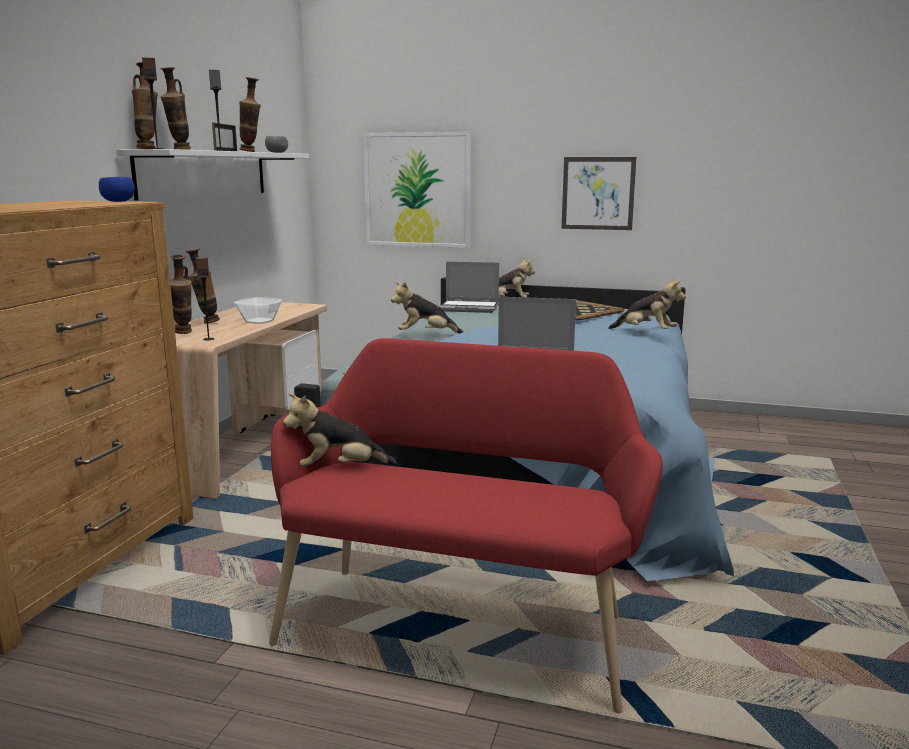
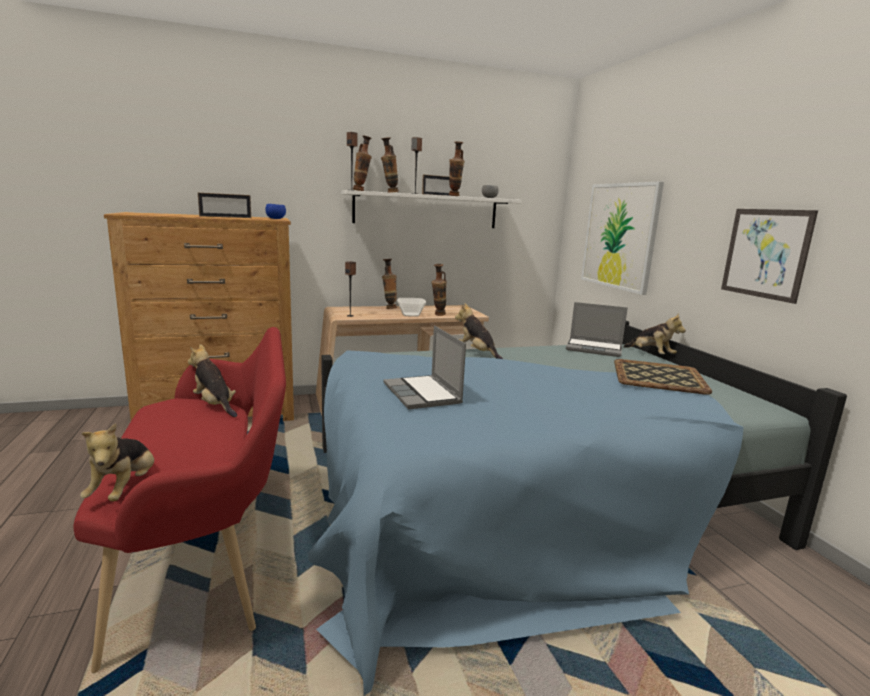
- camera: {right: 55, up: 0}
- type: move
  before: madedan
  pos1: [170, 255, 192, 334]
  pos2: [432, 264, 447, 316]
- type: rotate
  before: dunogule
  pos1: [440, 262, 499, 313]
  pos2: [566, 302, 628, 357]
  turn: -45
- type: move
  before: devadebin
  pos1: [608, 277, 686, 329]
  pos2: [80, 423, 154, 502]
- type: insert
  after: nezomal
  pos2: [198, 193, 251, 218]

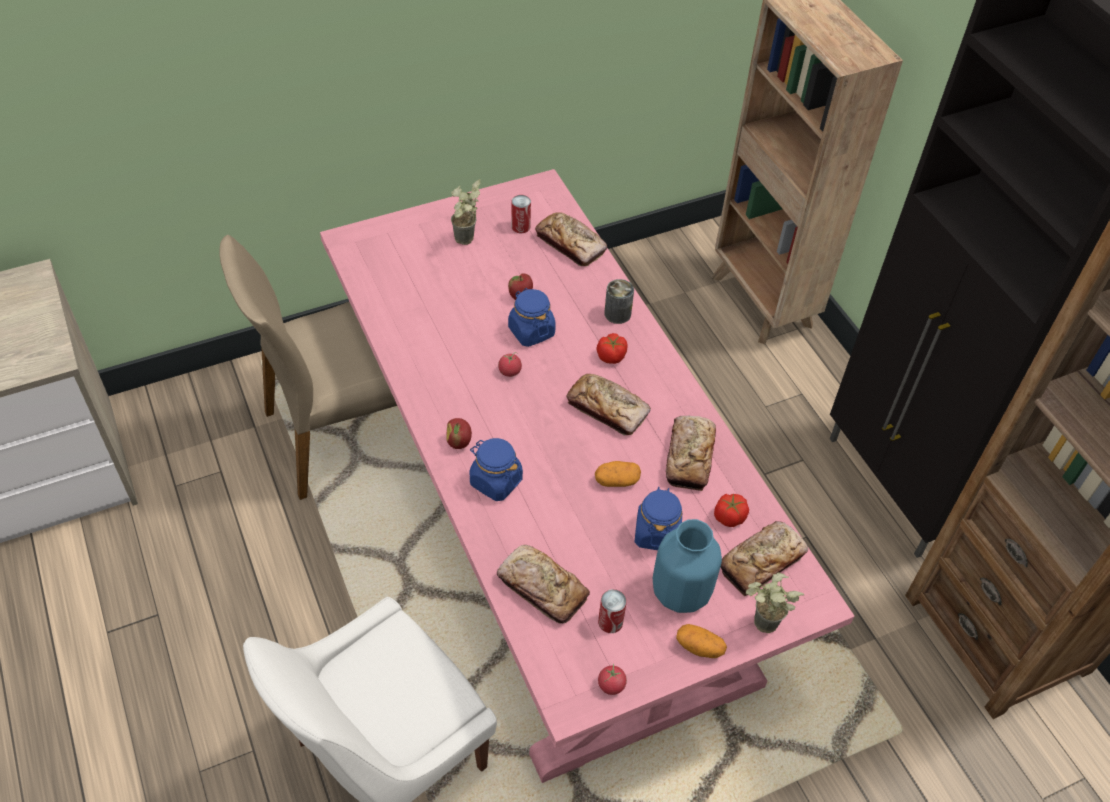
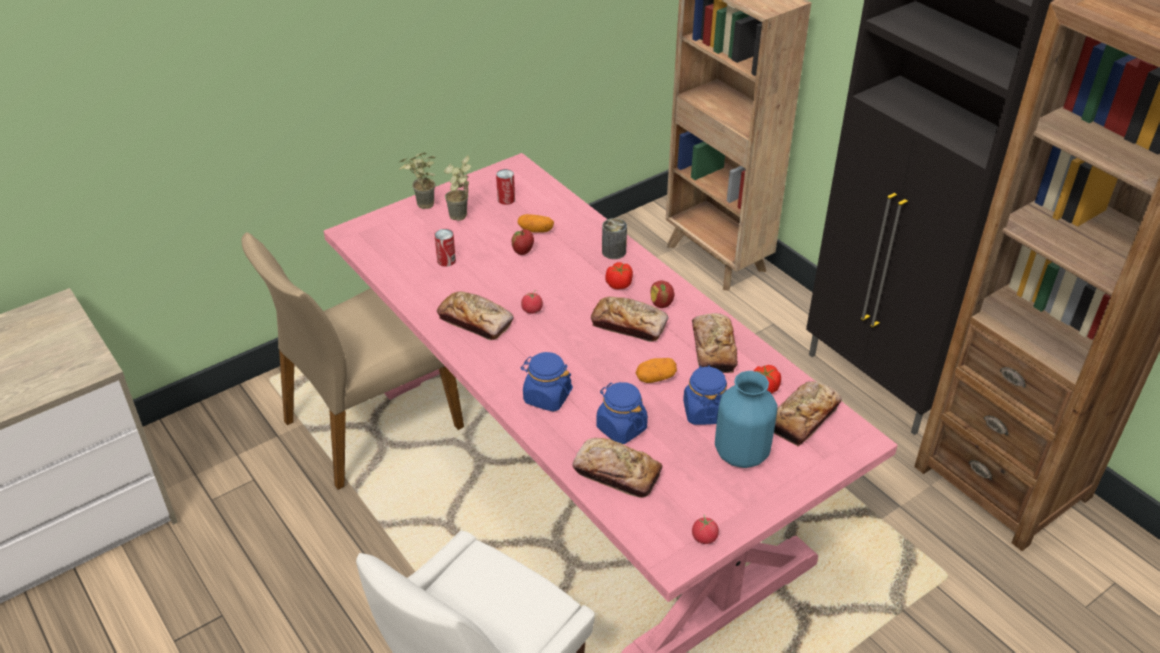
- camera: {right: -10, up: -10}
- type: move
  before: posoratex
  pos1: [446, 418, 472, 449]
  pos2: [651, 281, 674, 308]
- type: move
  before: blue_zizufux
  pos1: [508, 288, 556, 347]
  pos2: [596, 382, 648, 444]
- type: move
  before: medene
  pos1: [535, 212, 607, 266]
  pos2: [437, 291, 514, 340]
- type: move
  before: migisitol
  pos1: [598, 589, 627, 633]
  pos2: [434, 229, 456, 267]
- type: move
  before: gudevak
  pos1: [676, 624, 727, 658]
  pos2: [518, 214, 554, 233]
- type: move
  before: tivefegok
  pos1: [746, 572, 804, 633]
  pos2: [399, 153, 436, 209]

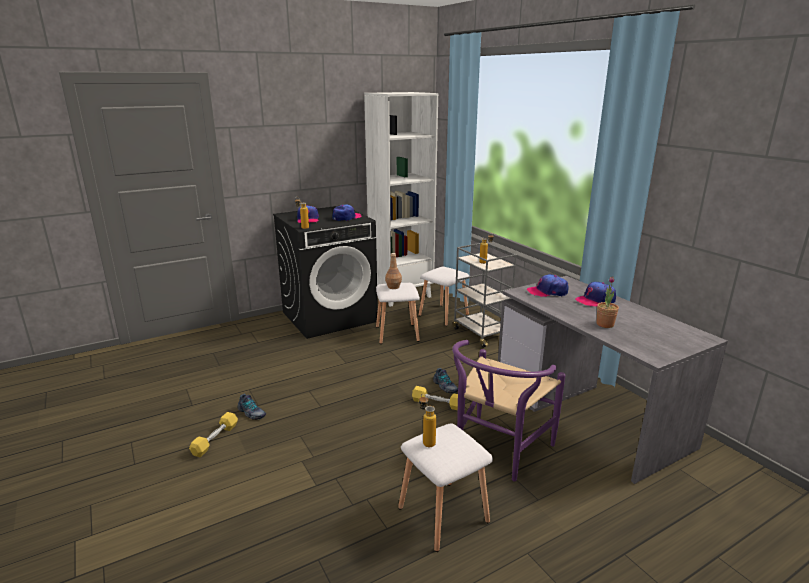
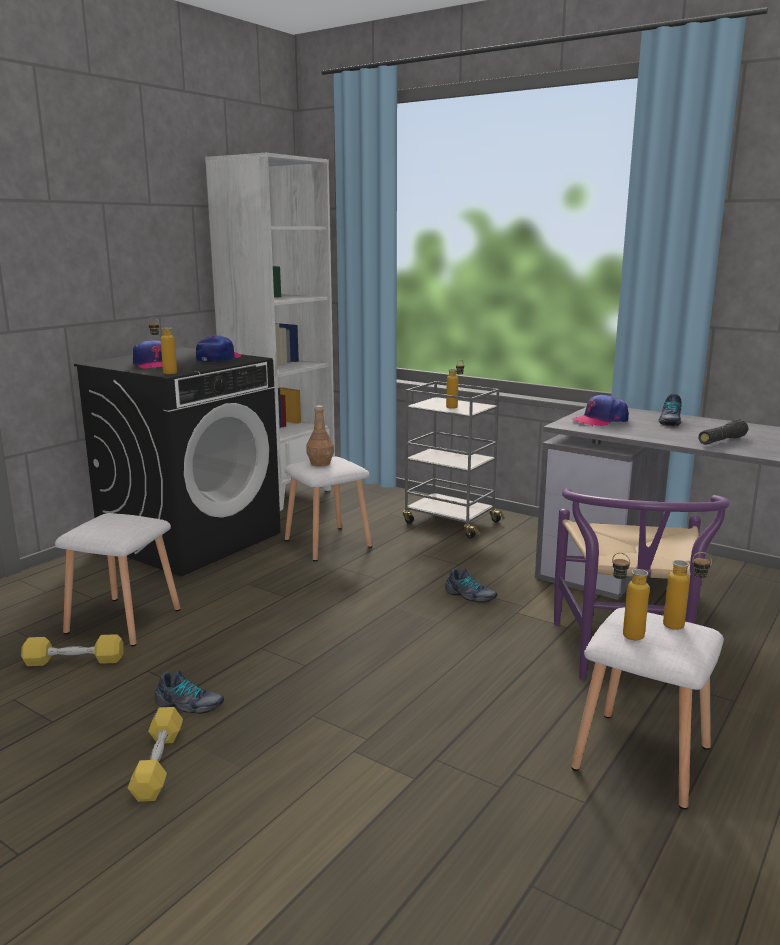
- camera: {right: -25, up: -5}
- type: move
  before: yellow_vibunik
  pos1: [412, 386, 458, 410]
  pos2: [21, 634, 124, 666]
- type: move
  before: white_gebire
  pos1: [419, 267, 470, 326]
  pos2: [55, 513, 181, 646]
- type: replace
  before: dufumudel
  after: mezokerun
  pos1: [575, 282, 616, 307]
  pos2: [658, 394, 682, 426]
- type: replace
  before: tivefegok
  after: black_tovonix
  pos1: [596, 276, 619, 328]
  pos2: [698, 419, 748, 445]
- type: insert
  after: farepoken
  pos2: [663, 552, 712, 630]

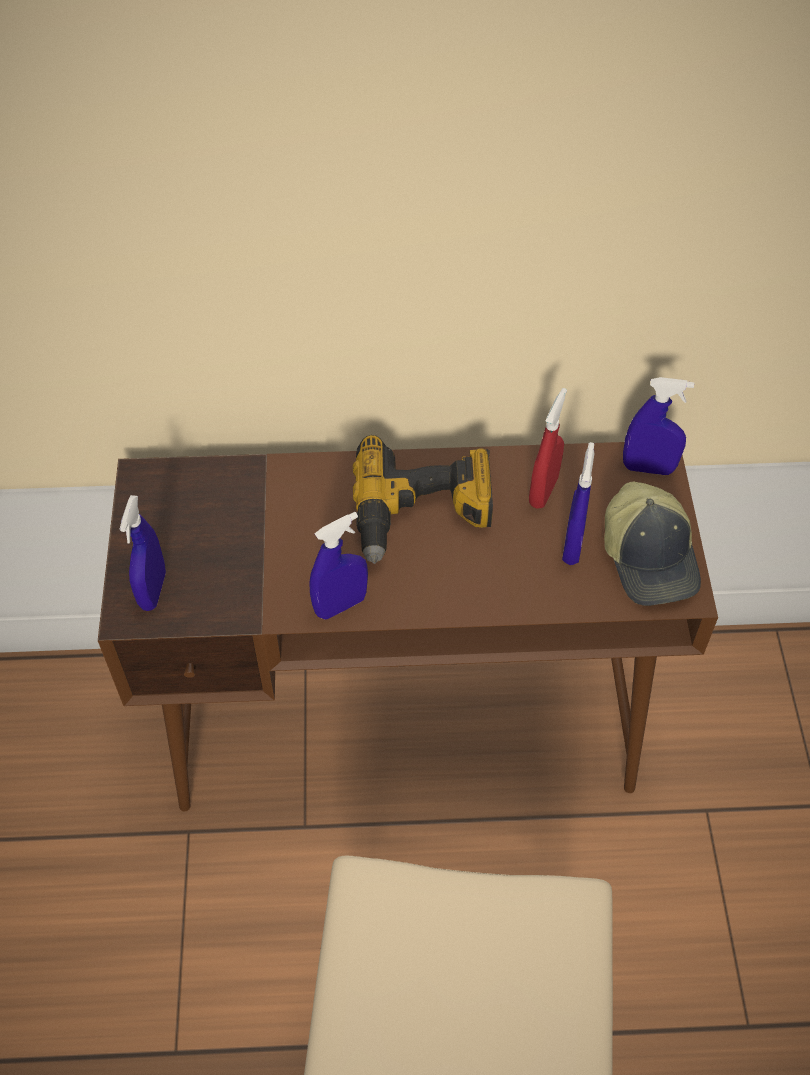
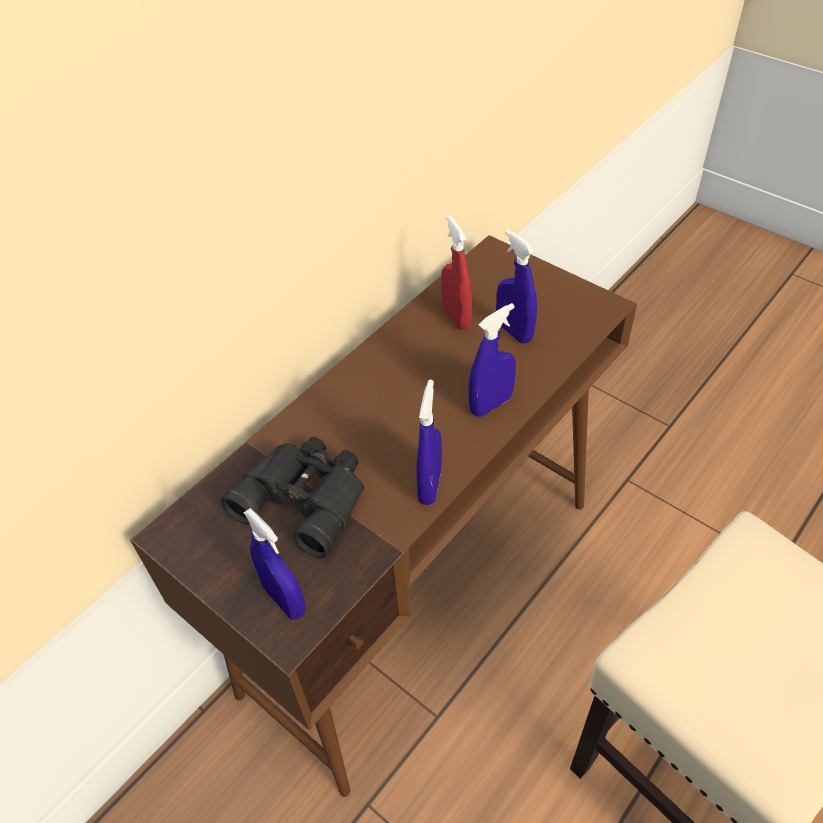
- camera: {right: -45, up: -5}
- type: delete
  before: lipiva
  pos1: [353, 435, 493, 564]
- type: delete
  before: dufumudel
  pos1: [604, 482, 701, 606]
- type: move
  before: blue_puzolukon
  pos1: [623, 377, 694, 475]
  pos2: [468, 303, 516, 417]
- type: insert
  after: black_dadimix
  pos2: [221, 437, 364, 558]

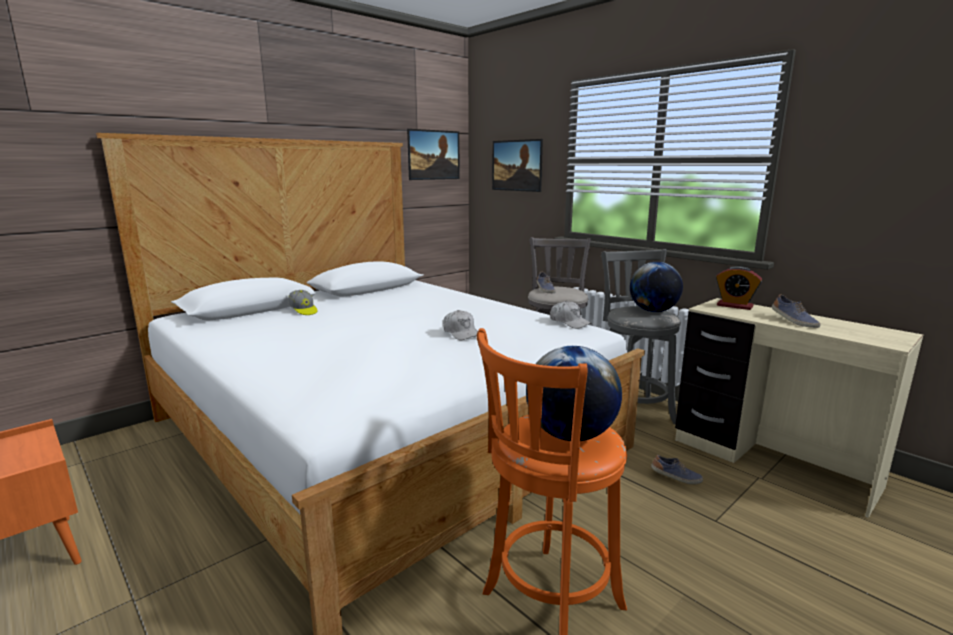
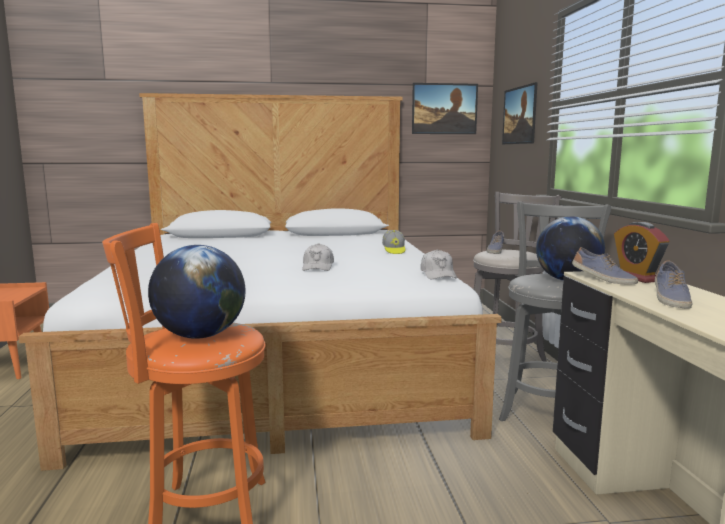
- camera: {right: 35, up: -5}
- type: move
  before: dufumudel
  pos1: [288, 290, 318, 315]
  pos2: [382, 230, 406, 254]
- type: move
  before: mezokerun
  pos1: [651, 455, 703, 484]
  pos2: [572, 247, 638, 285]

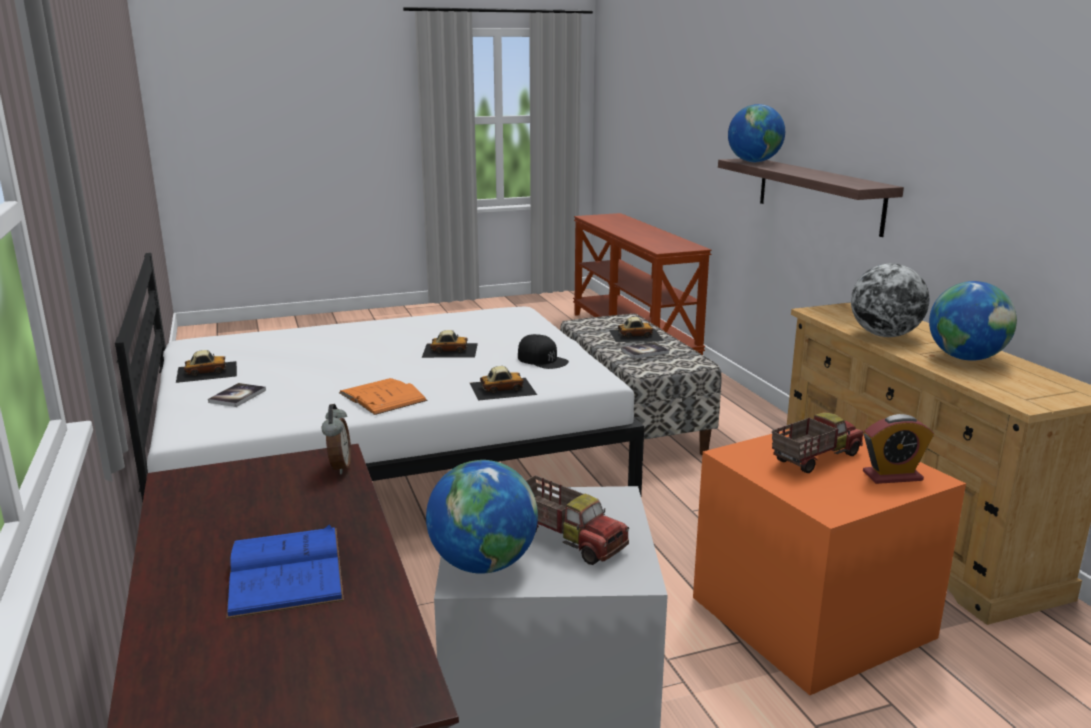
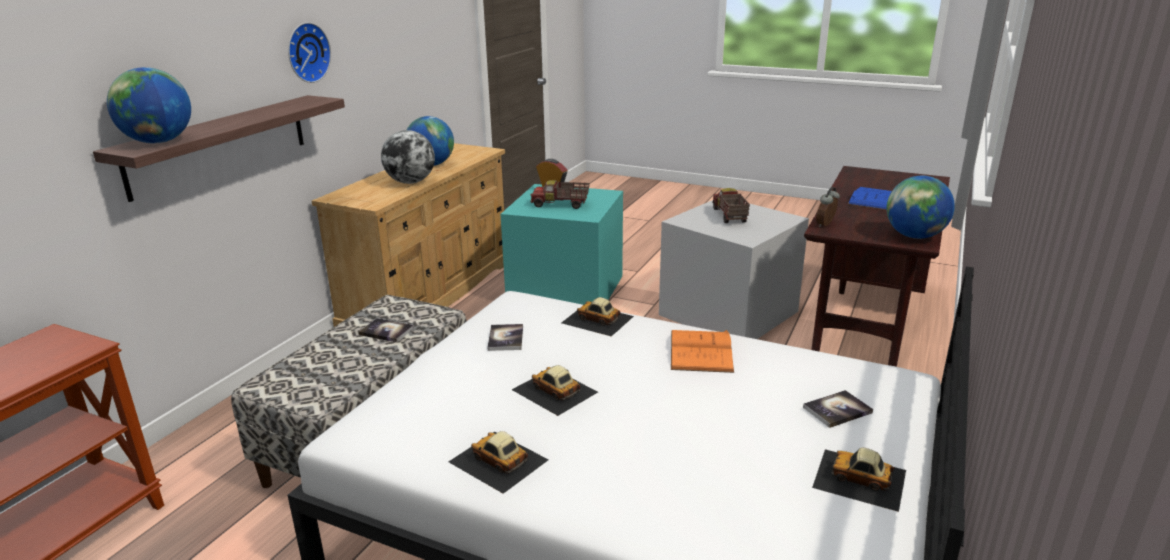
- camera: {right: -135, up: 5}
- type: move
  before: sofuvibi
  pos1: [426, 460, 538, 574]
  pos2: [887, 176, 955, 239]
- type: replace
  before: black_dufumudel
  after: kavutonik
  pos1: [518, 334, 569, 369]
  pos2: [487, 324, 523, 351]
- type: move
  before: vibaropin
  pos1: [609, 317, 663, 342]
  pos2: [449, 431, 549, 494]
- type: recolor
  before: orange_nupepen
  after: turquoise_nupepen
  pos1: [693, 429, 966, 695]
  pos2: [500, 184, 623, 305]
- type: insert
  after: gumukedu
  pos2: [288, 22, 331, 83]

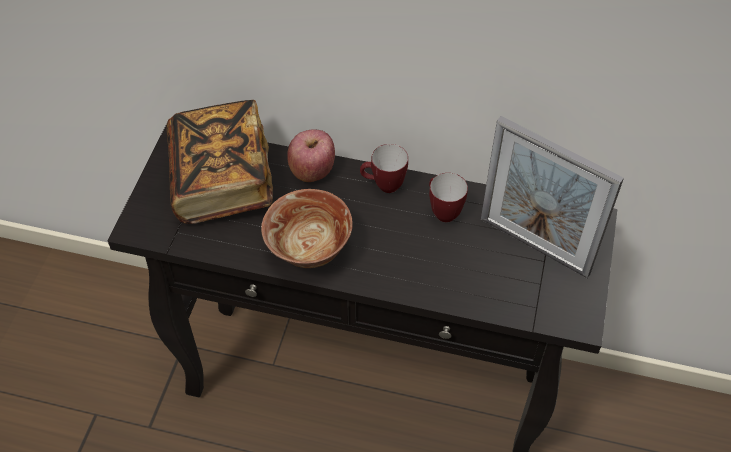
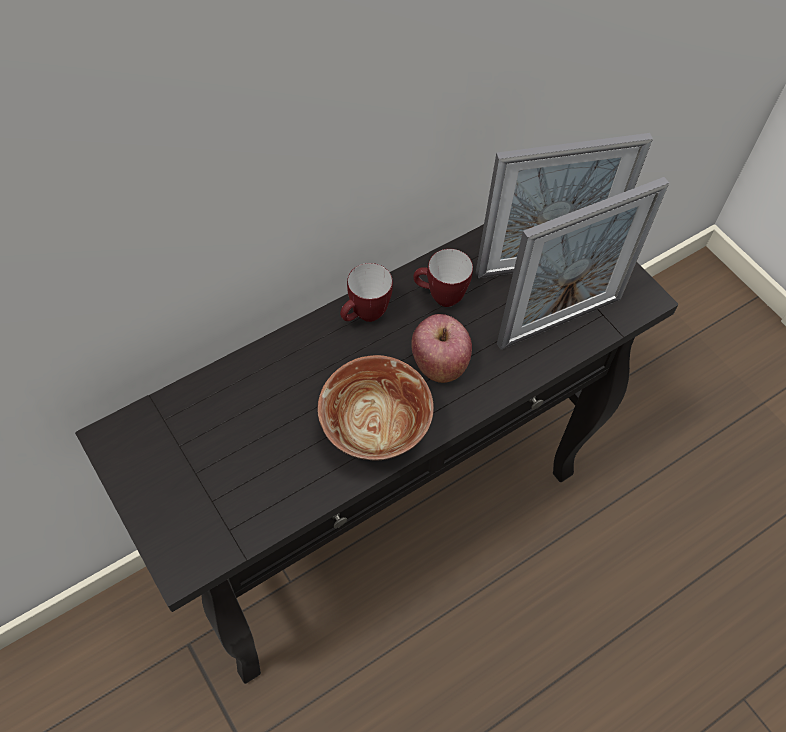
- camera: {right: -50, up: 5}
- type: delete
  before: kavutonik
  pos1: [166, 100, 273, 224]
- type: move
  before: posoratex
  pos1: [287, 129, 335, 182]
  pos2: [411, 314, 472, 383]
- type: insert
  after: nezomal
  pos2: [497, 177, 669, 350]

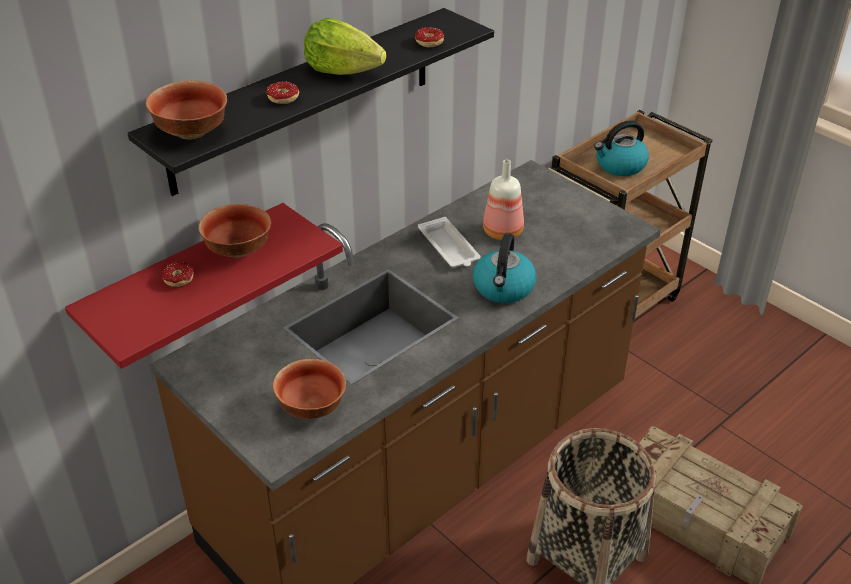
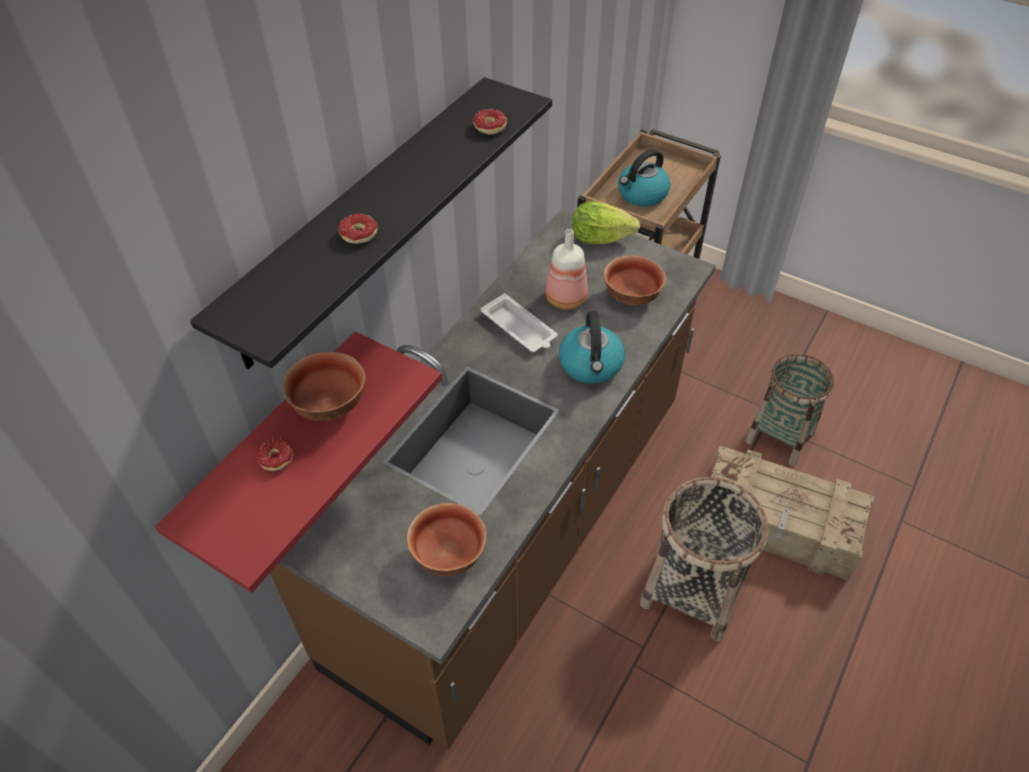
- camera: {right: -15, up: 10}
- type: move
  before: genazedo
  pos1: [146, 80, 227, 140]
  pos2: [604, 255, 666, 305]
- type: move
  before: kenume
  pos1: [304, 18, 386, 75]
  pos2: [572, 201, 640, 244]
- type: insert
  after: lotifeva
  pos2: [746, 354, 834, 466]

